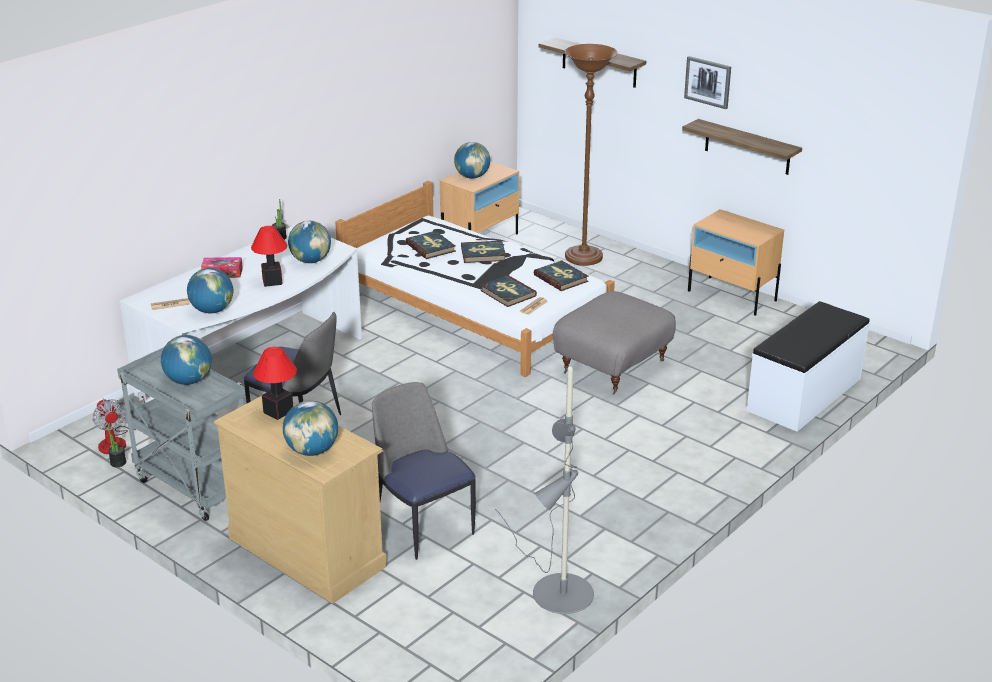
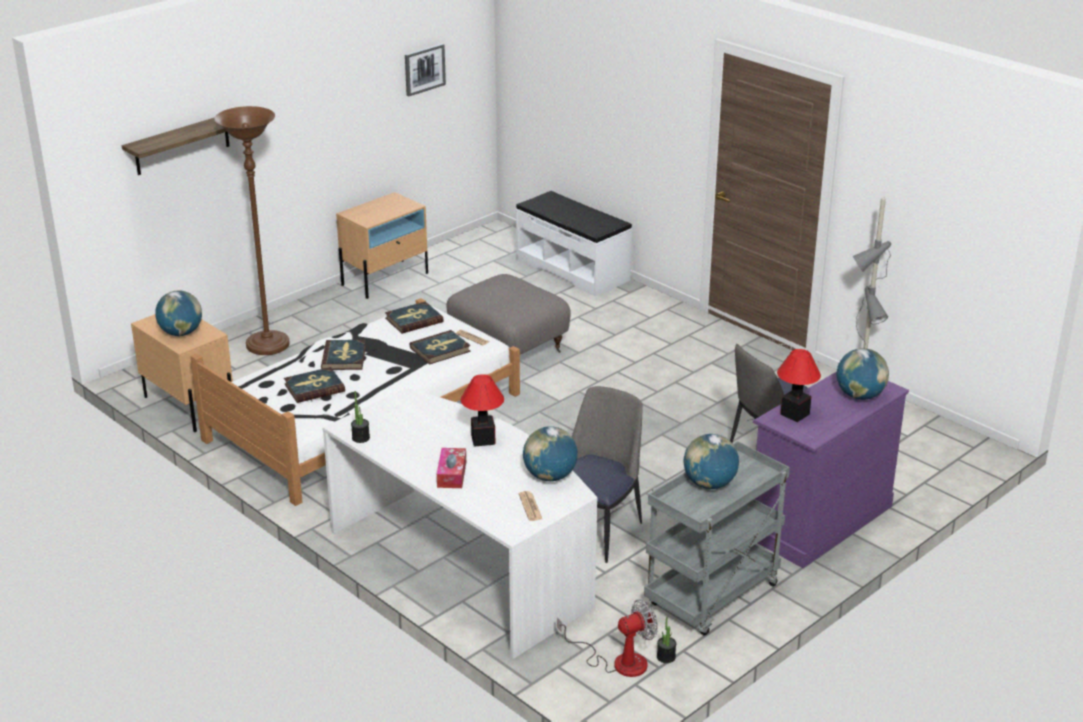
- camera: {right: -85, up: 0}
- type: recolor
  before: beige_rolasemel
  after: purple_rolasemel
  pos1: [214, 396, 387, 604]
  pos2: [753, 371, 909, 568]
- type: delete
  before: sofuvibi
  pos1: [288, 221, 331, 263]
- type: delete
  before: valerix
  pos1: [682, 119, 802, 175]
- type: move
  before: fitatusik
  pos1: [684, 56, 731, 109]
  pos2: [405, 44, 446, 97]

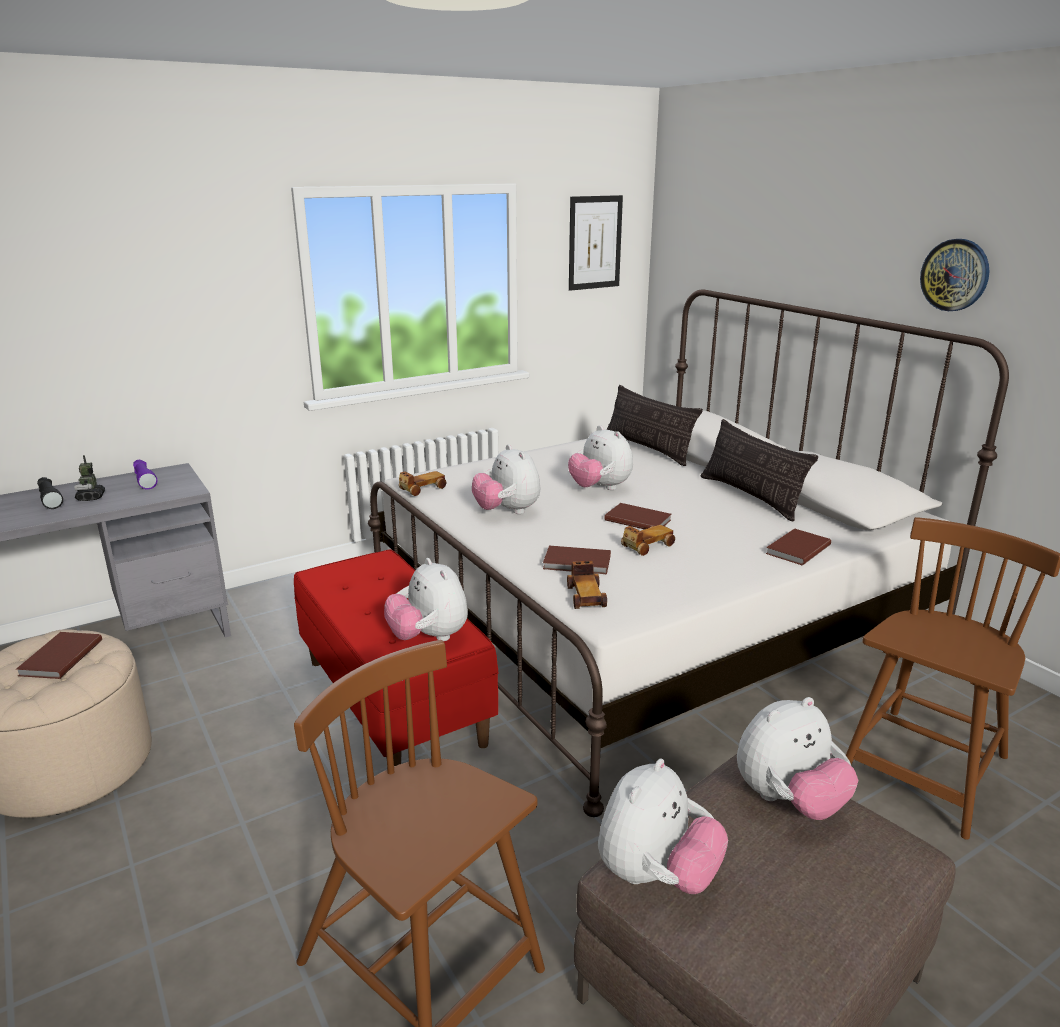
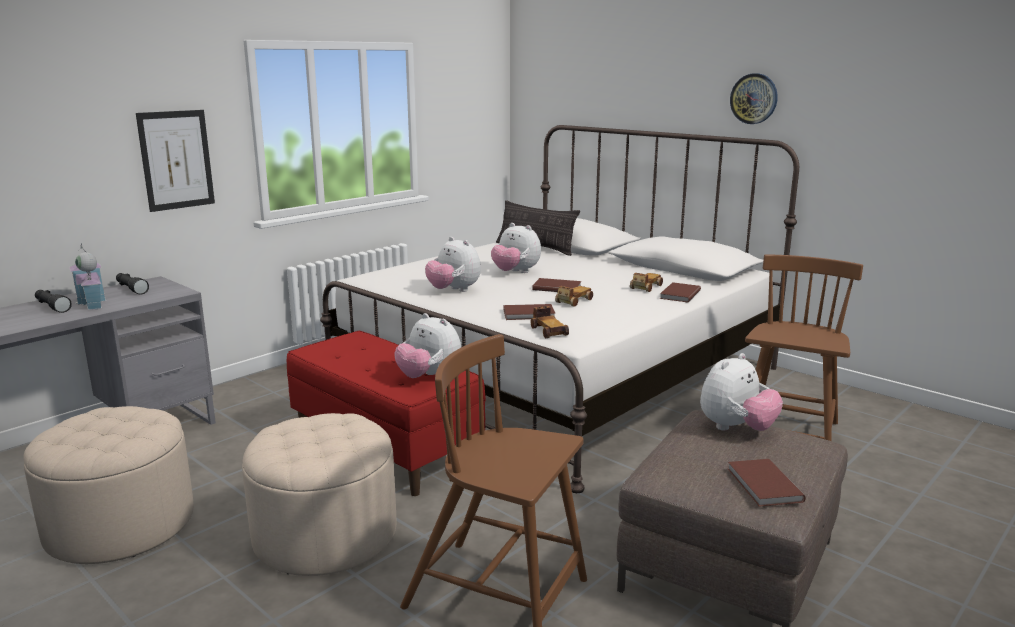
- camera: {right: -15, up: -5}
- type: move
  before: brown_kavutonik
  pos1: [16, 632, 102, 679]
  pos2: [728, 459, 806, 507]
- type: replace
  before: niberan
  after: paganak
  pos1: [74, 455, 105, 501]
  pos2: [69, 243, 106, 310]
- type: recolor
  before: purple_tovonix
  after: black_tovonix
  pos1: [133, 460, 157, 490]
  pos2: [116, 273, 149, 295]
- type: move
  before: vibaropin
  pos1: [399, 471, 446, 496]
  pos2: [630, 273, 663, 292]
- type: move
  before: fitatusik
  pos1: [569, 195, 623, 291]
  pos2: [136, 110, 215, 212]
- type: delete
  before: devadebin
  pos1: [598, 759, 728, 894]
- type: delete
  before: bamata
  pos1: [701, 419, 818, 522]
- type: insert
  after: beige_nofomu
  pos2: [242, 413, 396, 576]

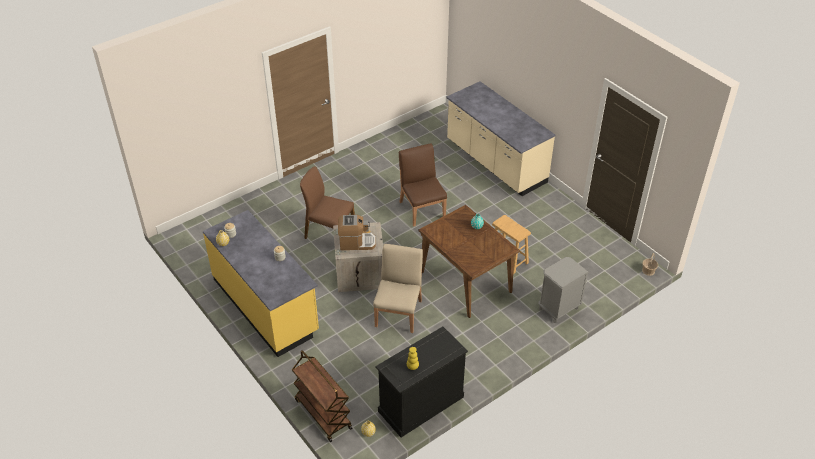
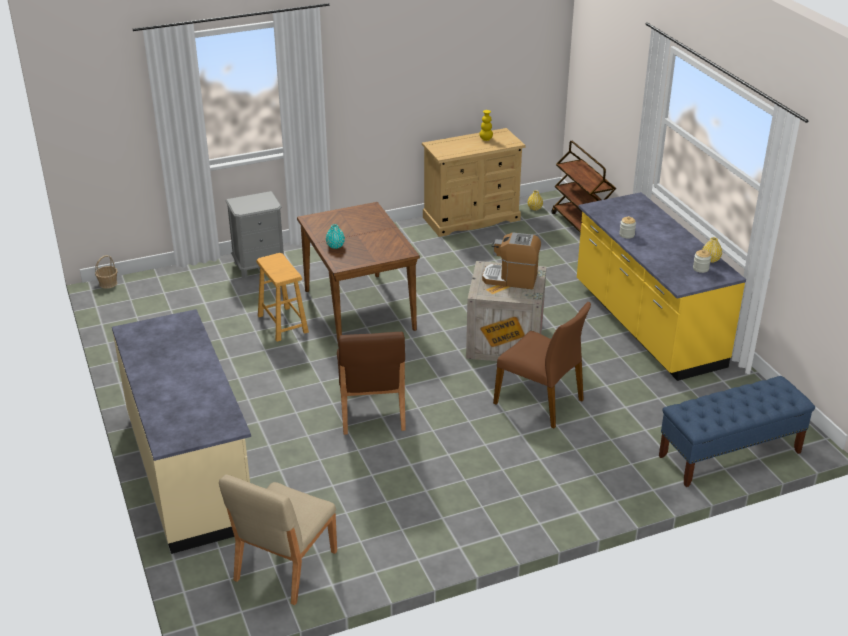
- camera: {right: -165, up: -10}
- type: move
  before: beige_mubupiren
  pos1: [373, 244, 423, 333]
  pos2: [219, 474, 337, 605]
- type: recolor
  before: black_rolasemel
  after: beige_rolasemel
  pos1: [375, 327, 468, 437]
  pos2: [422, 128, 526, 237]
- type: insert
  after: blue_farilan
  pos2: [659, 376, 815, 487]

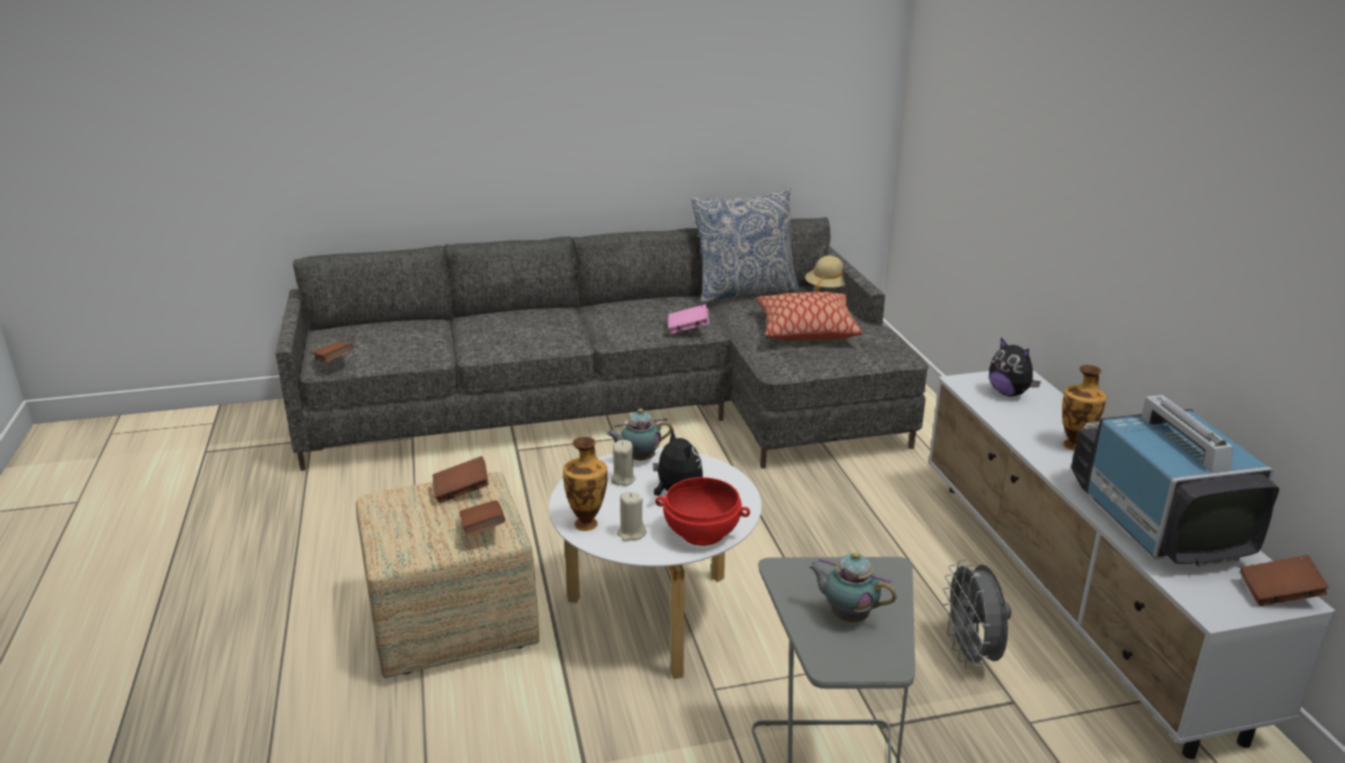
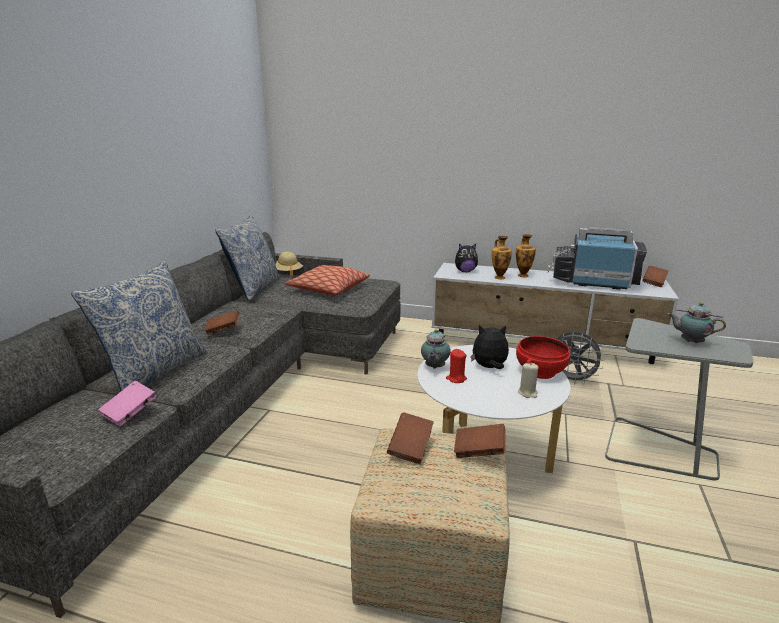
- camera: {right: -60, up: -5}
- type: move
  before: brown_kavutonik
  pos1: [312, 341, 354, 362]
  pos2: [204, 310, 239, 335]
- type: move
  before: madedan
  pos1: [563, 437, 607, 531]
  pos2: [492, 236, 512, 279]
- type: recolor
  before: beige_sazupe
  after: red_sazupe
  pos1: [611, 440, 636, 486]
  pos2: [446, 349, 467, 383]
- type: move
  before: pink_kavutonik
  pos1: [668, 304, 709, 334]
  pos2: [98, 381, 156, 426]
- type: rotate
  before: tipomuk
  pos1: [808, 552, 897, 622]
  pos2: [668, 302, 726, 343]
  turn: 60
- type: insert
  after: bamata
  pos2: [71, 261, 208, 391]

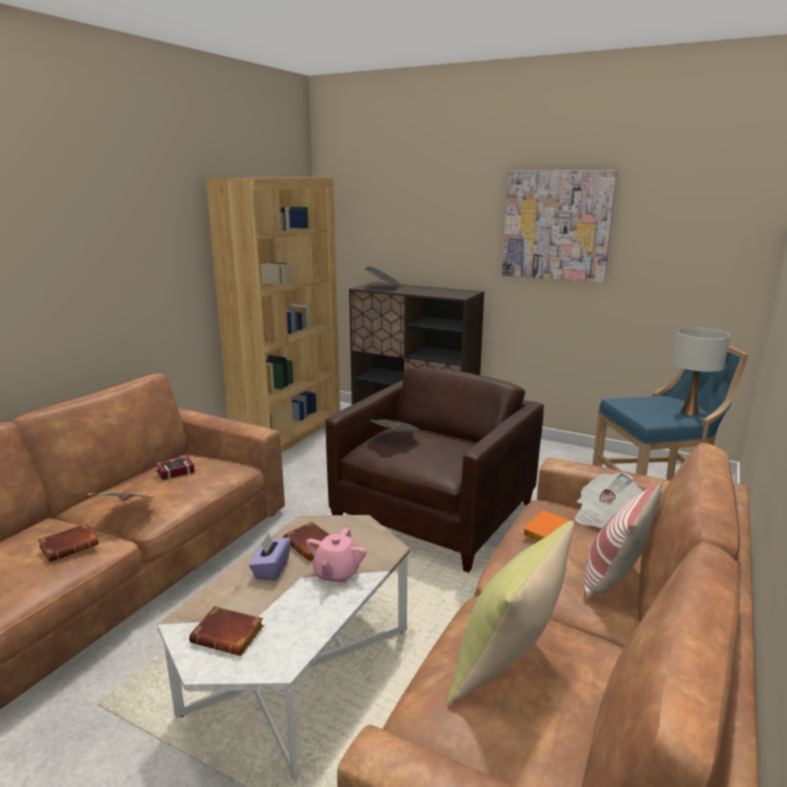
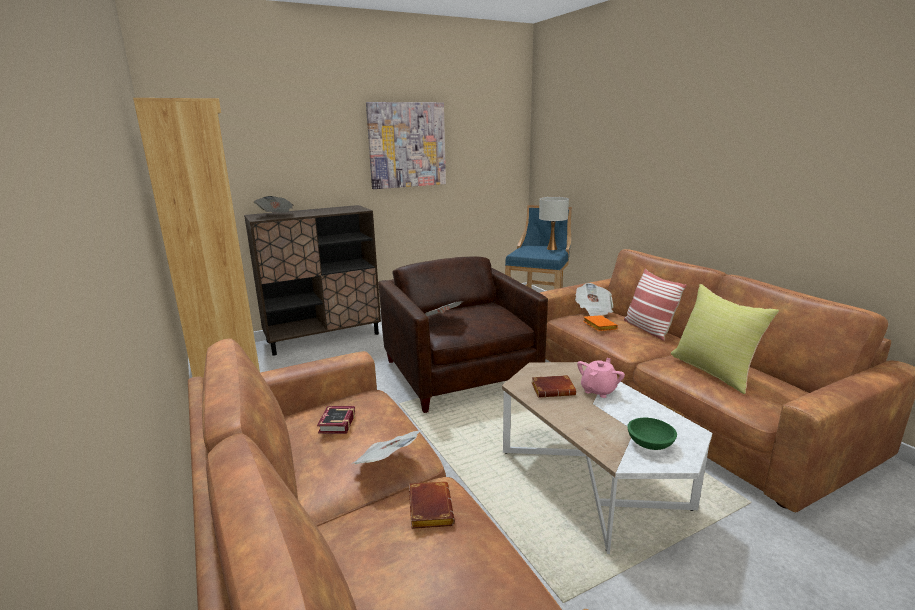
- camera: {right: -55, up: 0}
- type: replace
  before: brown_kavutonik
  after: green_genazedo
  pos1: [189, 606, 264, 656]
  pos2: [627, 418, 677, 450]
- type: delete
  before: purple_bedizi
  pos1: [249, 533, 291, 580]
- type: rotate
  before: pink_tipomuk
  pos1: [306, 528, 366, 585]
  pos2: [577, 358, 625, 398]
  turn: -105

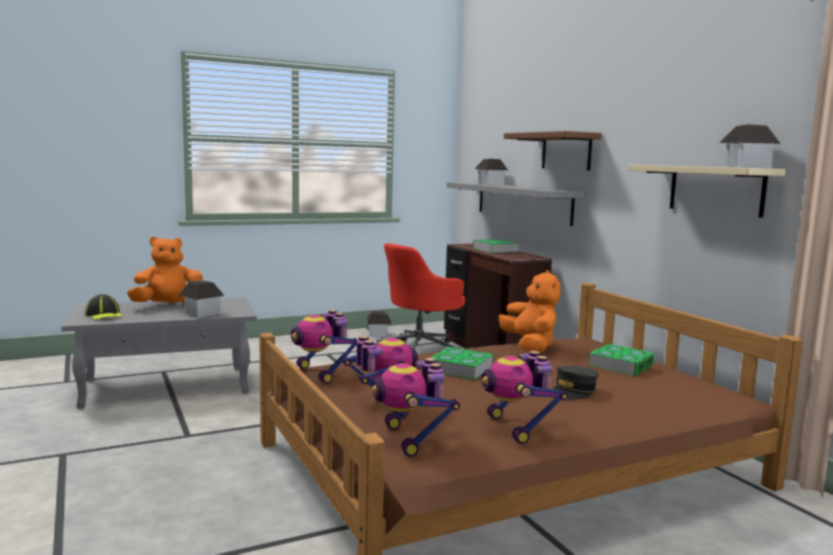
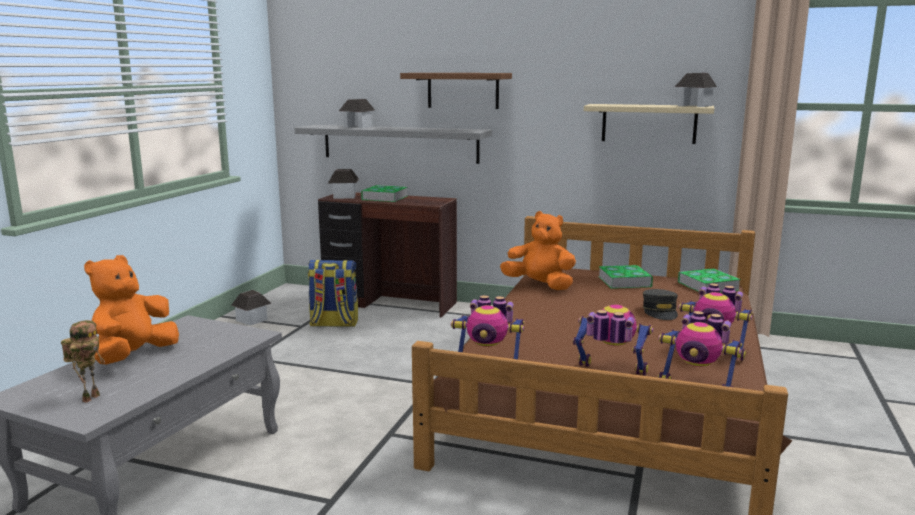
- camera: {right: -45, up: 5}
- type: replace
  before: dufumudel
  after: niberan
  pos1: [85, 294, 123, 320]
  pos2: [61, 320, 105, 403]
- type: move
  before: paganak
  pos1: [179, 280, 224, 318]
  pos2: [328, 169, 359, 199]
- type: replace
  before: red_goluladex
  after: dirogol
  pos1: [374, 243, 465, 349]
  pos2: [308, 260, 358, 327]
- type: move
  before: kavutonik
  pos1: [430, 347, 494, 380]
  pos2: [678, 268, 741, 294]

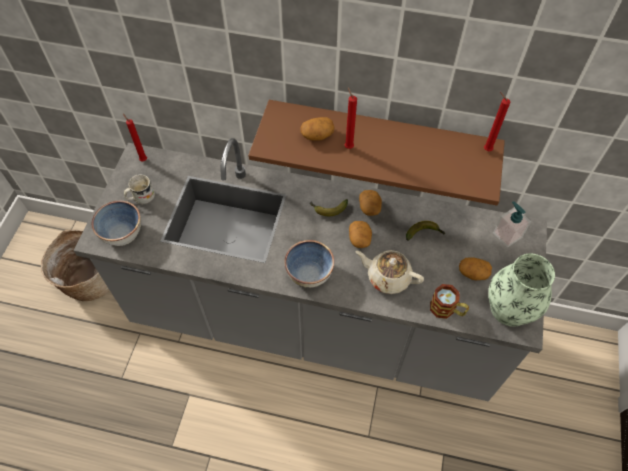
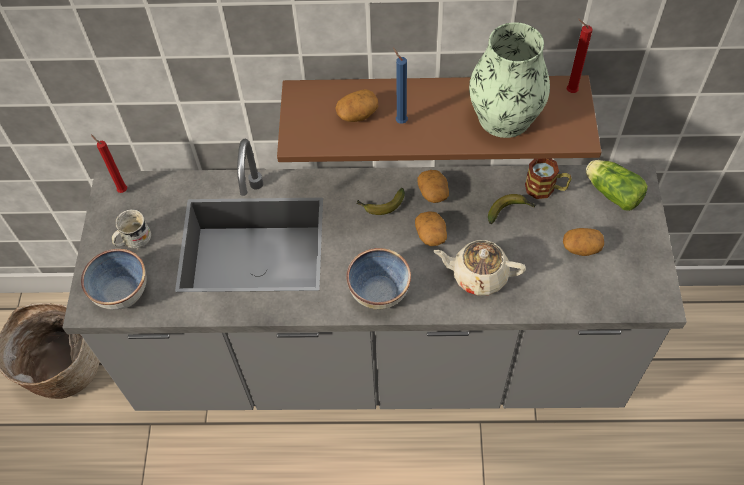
- camera: {right: -10, up: 0}
- type: recolor
  before: red_sazupe
  after: blue_sazupe
  pos1: [345, 87, 357, 149]
  pos2: [393, 48, 408, 124]
- type: move
  before: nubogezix
  pos1: [430, 284, 469, 319]
  pos2: [525, 158, 571, 199]
- type: move
  before: madedan
  pos1: [488, 253, 555, 327]
  pos2: [469, 22, 550, 138]
- type: replace
  before: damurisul
  after: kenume
  pos1: [493, 201, 532, 247]
  pos2: [585, 160, 648, 211]

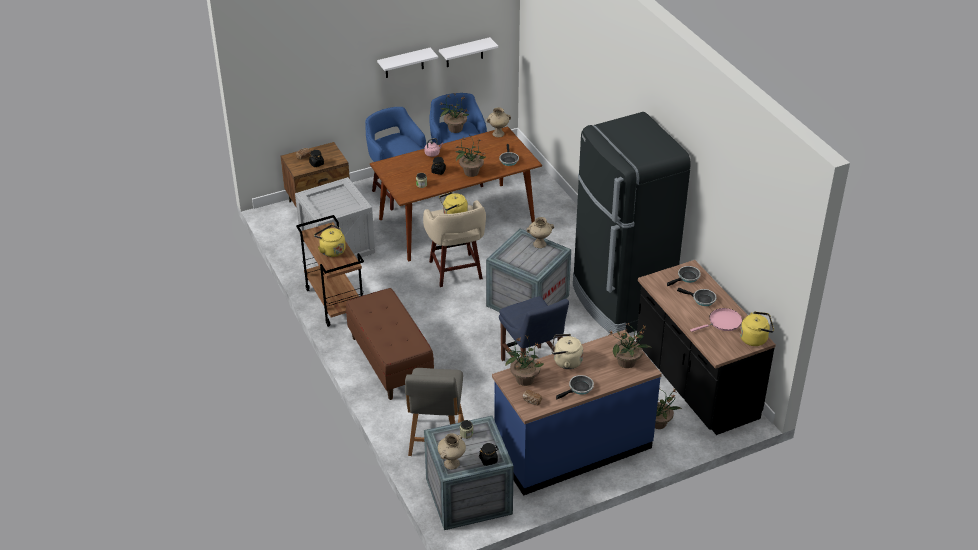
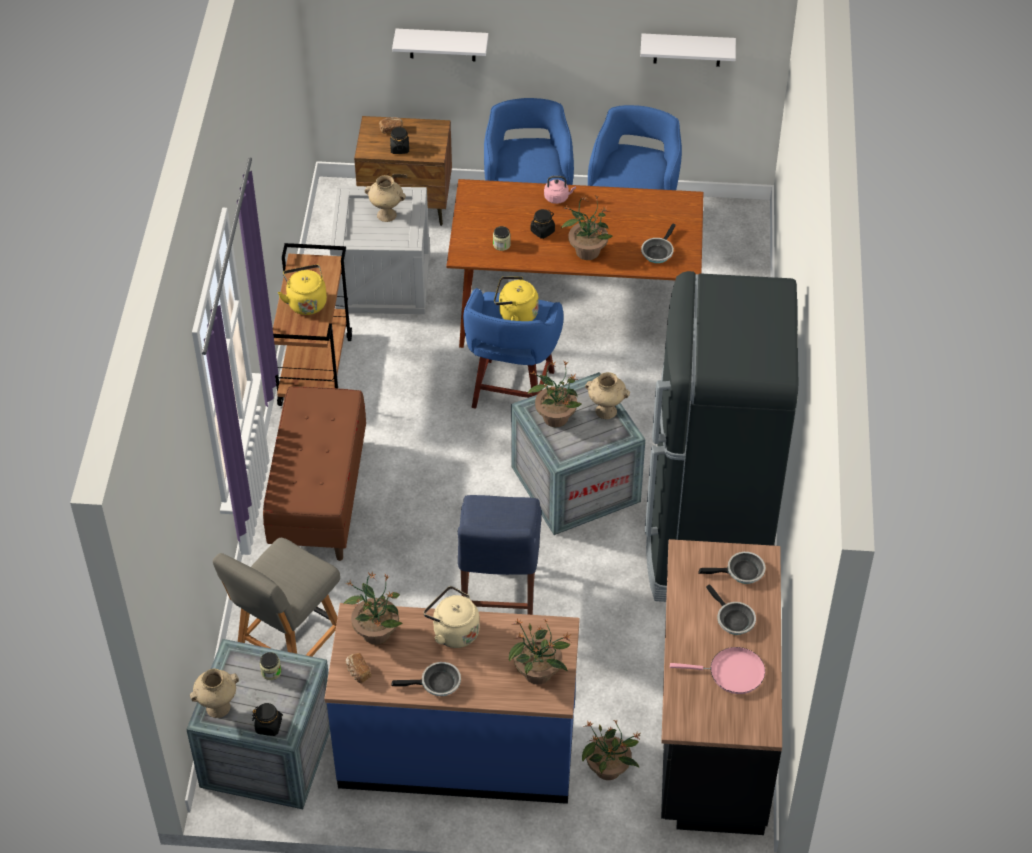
- camera: {right: 30, up: 10}
- type: move
  before: white_valerix
  pos1: [377, 48, 438, 78]
  pos2: [392, 29, 489, 61]
- type: recolor
  before: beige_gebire
  after: blue_gebire
  pos1: [423, 200, 486, 287]
  pos2: [463, 288, 564, 409]
- type: move
  before: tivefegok
  pos1: [440, 93, 469, 133]
  pos2: [528, 360, 581, 427]
- type: move
  before: beige_madedan
  pos1: [486, 108, 511, 137]
  pos2: [365, 175, 406, 222]
- type: delete
  before: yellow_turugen
  pos1: [740, 311, 774, 346]

